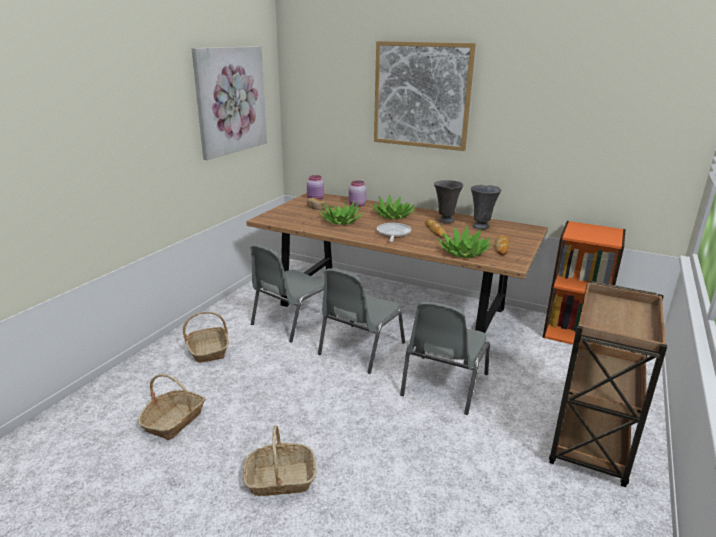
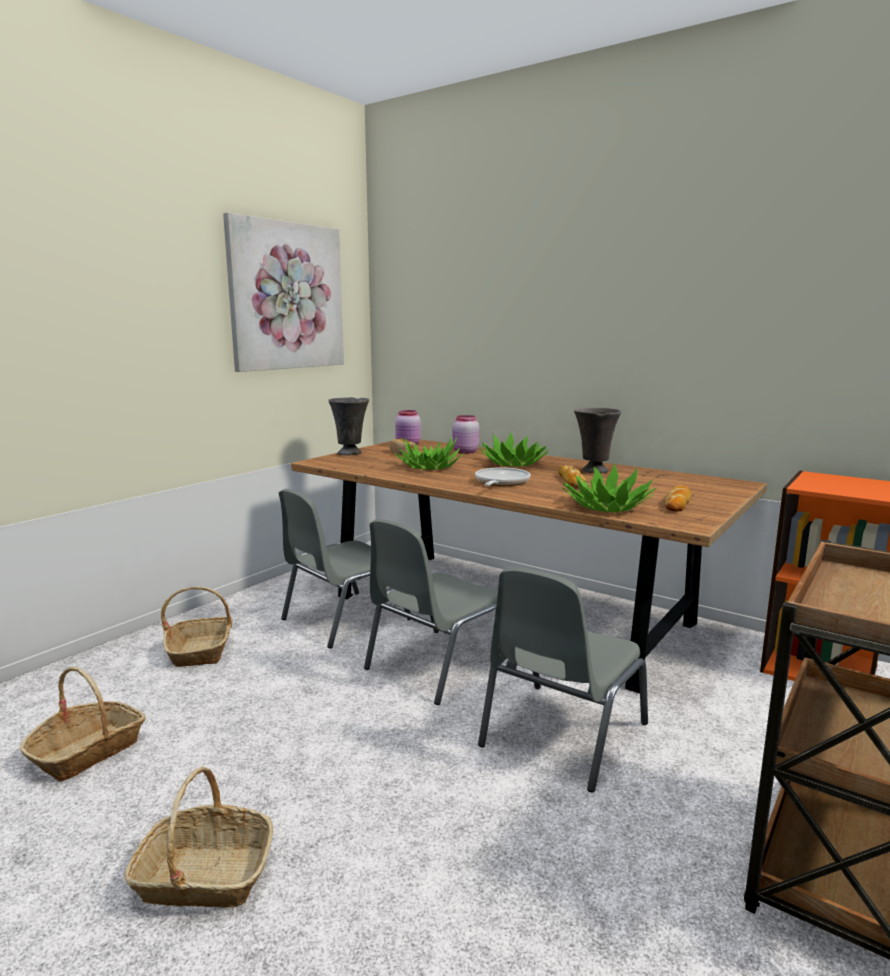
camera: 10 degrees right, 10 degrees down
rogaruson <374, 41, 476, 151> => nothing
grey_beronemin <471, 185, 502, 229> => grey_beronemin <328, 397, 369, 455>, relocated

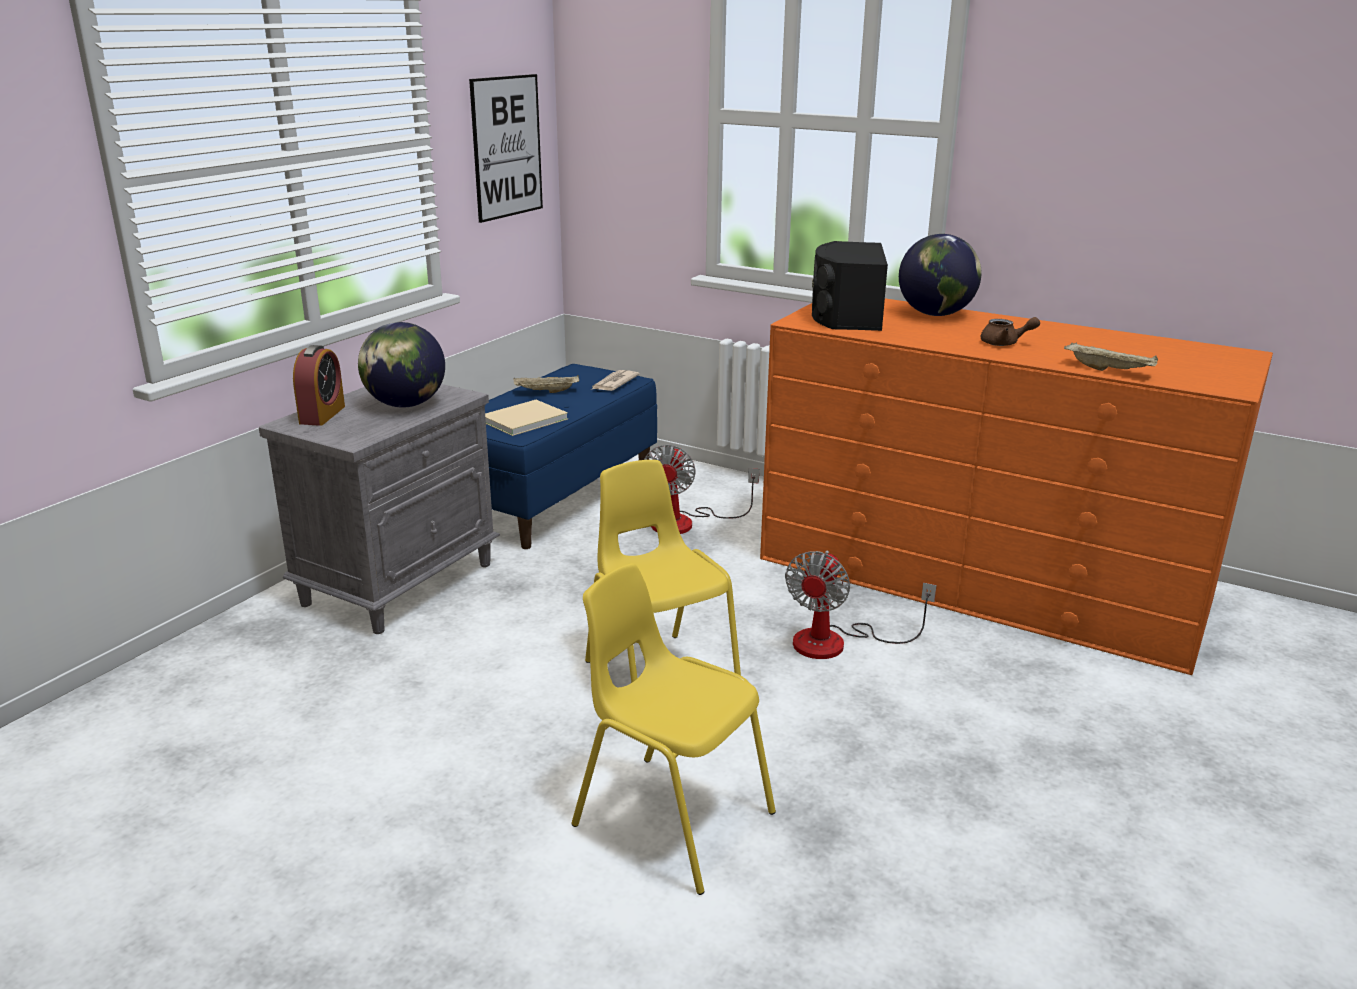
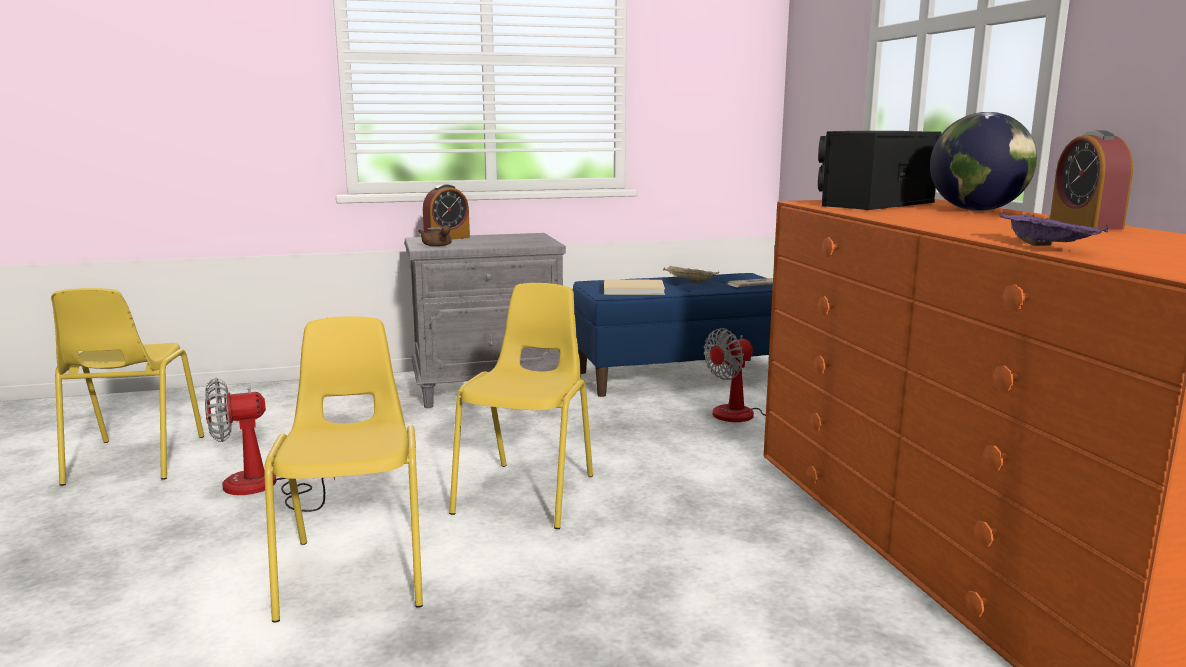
camera: 45 degrees right, 10 degrees down
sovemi <358, 322, 445, 408> => nothing
rogaruson <469, 74, 543, 223> => nothing
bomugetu <785, 551, 937, 659> => bomugetu <205, 378, 335, 512>, relocated
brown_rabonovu <981, 317, 1040, 346> => brown_rabonovu <418, 225, 452, 246>, relocated
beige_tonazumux <1064, 342, 1158, 371> => purple_tonazumux <1000, 212, 1108, 246>
nothing => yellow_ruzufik <51, 288, 204, 486>
nothing => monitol <1050, 130, 1133, 230>

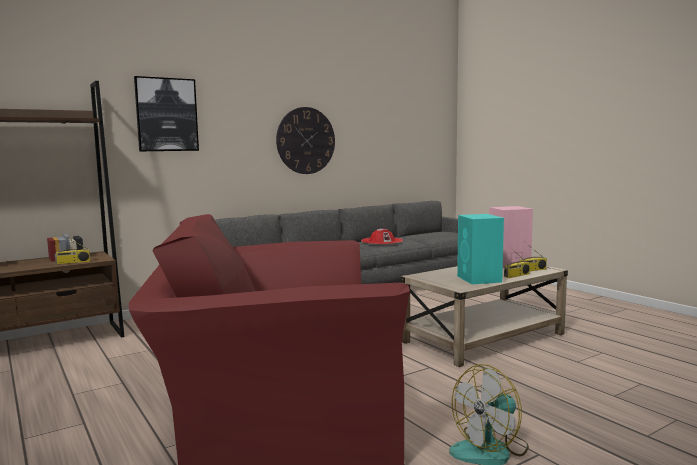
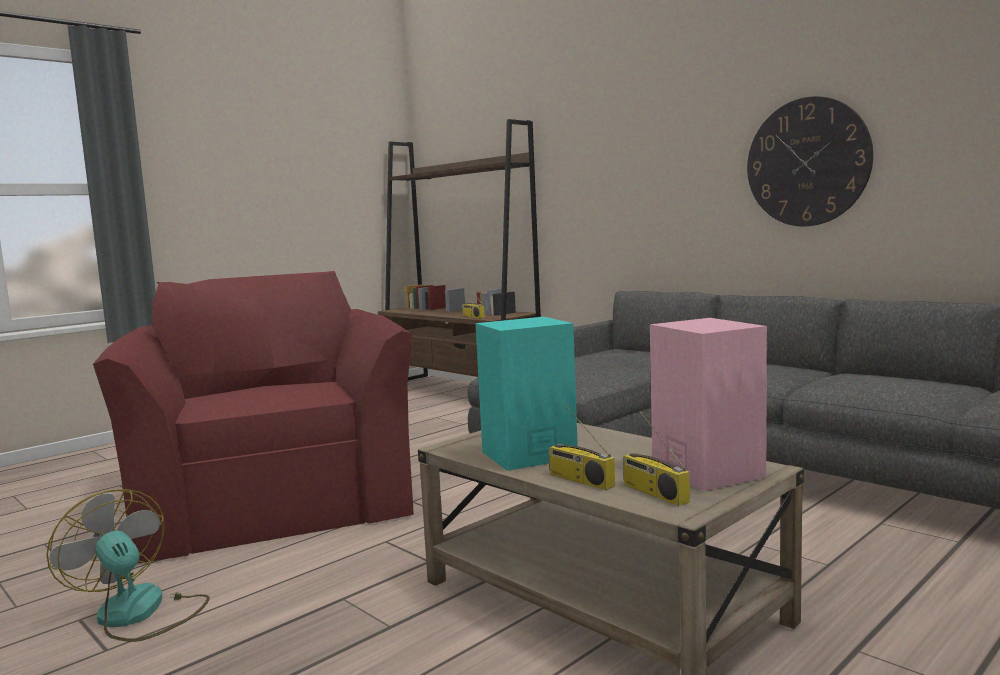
camera: 80 degrees right, 0 degrees up
rogaruson <134, 76, 199, 151> => nothing
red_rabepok <361, 229, 403, 245> => nothing

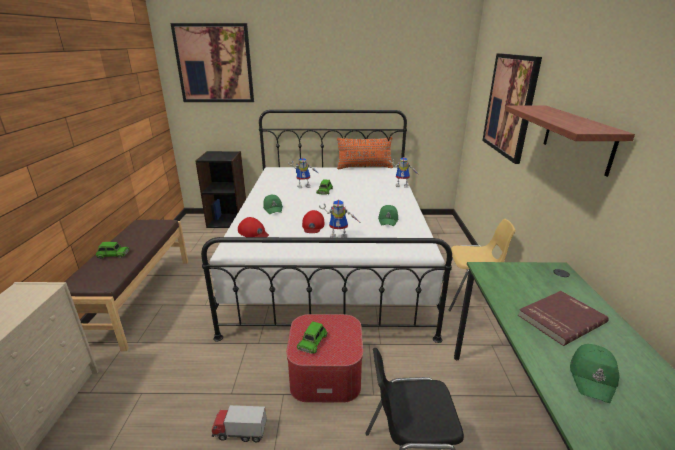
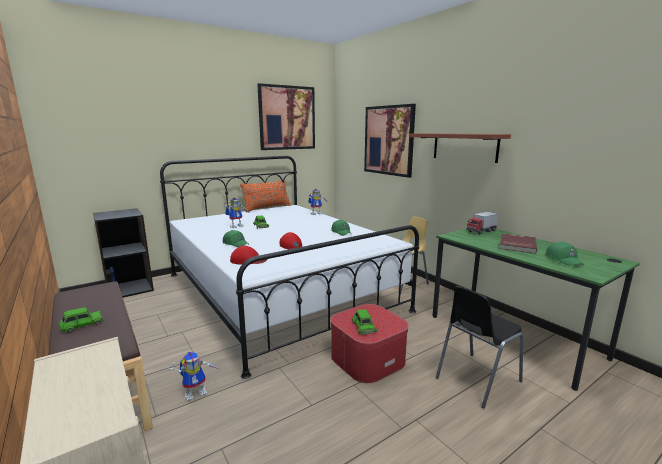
camera: 35 degrees left, 10 degrees down
rogaruson <171, 23, 254, 102> => rogaruson <257, 83, 315, 150>, relocated
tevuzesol <212, 405, 267, 442> => tevuzesol <466, 212, 499, 234>, relocated
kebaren <319, 200, 359, 238> => kebaren <167, 352, 219, 401>, relocated

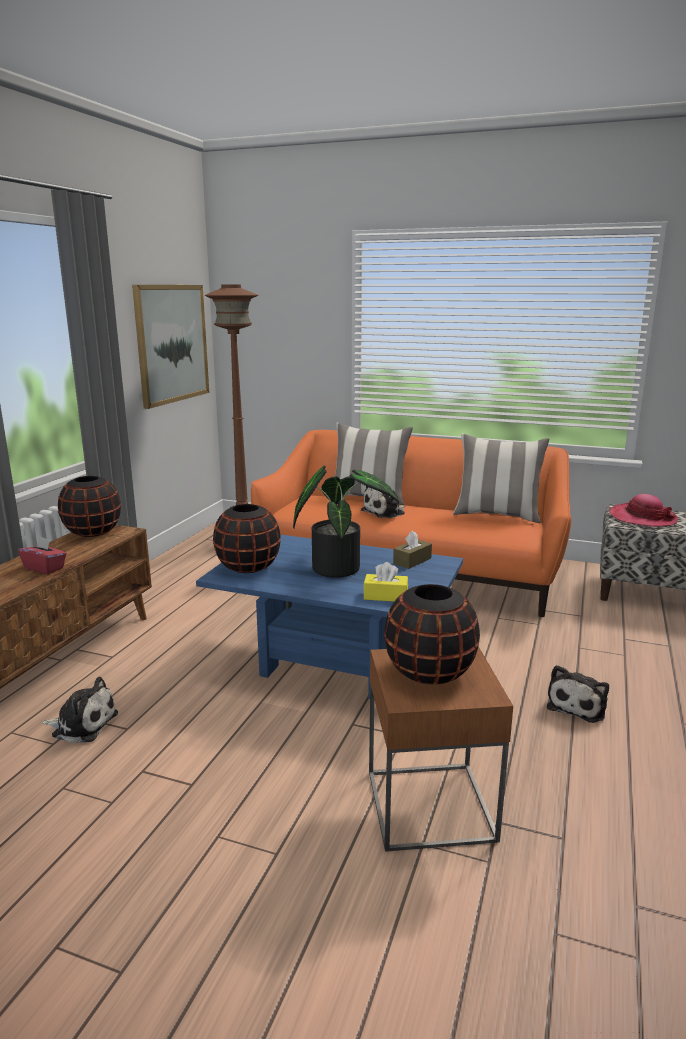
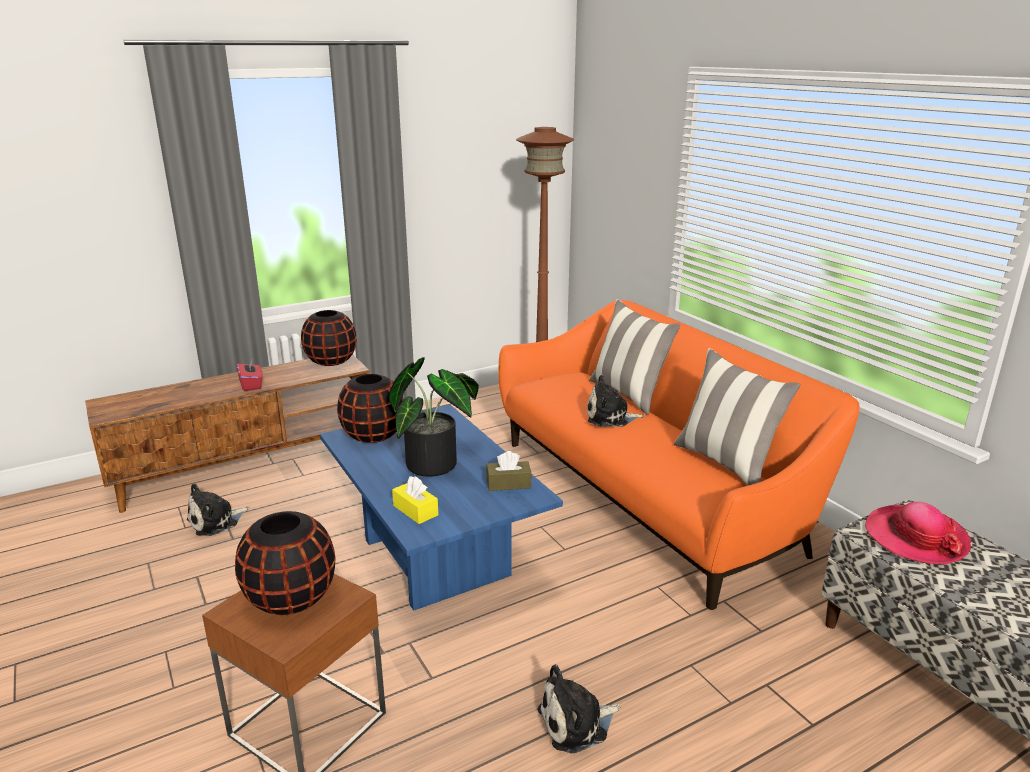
camera: 40 degrees right, 5 degrees up
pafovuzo <41, 677, 118, 743> => pafovuzo <187, 483, 249, 536>, 90 degrees clockwise
rogaruson <132, 285, 209, 409> => nothing

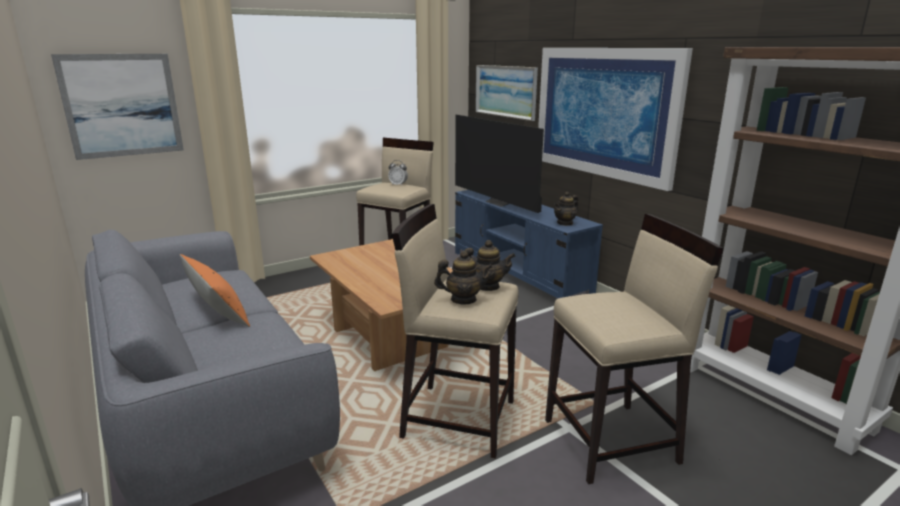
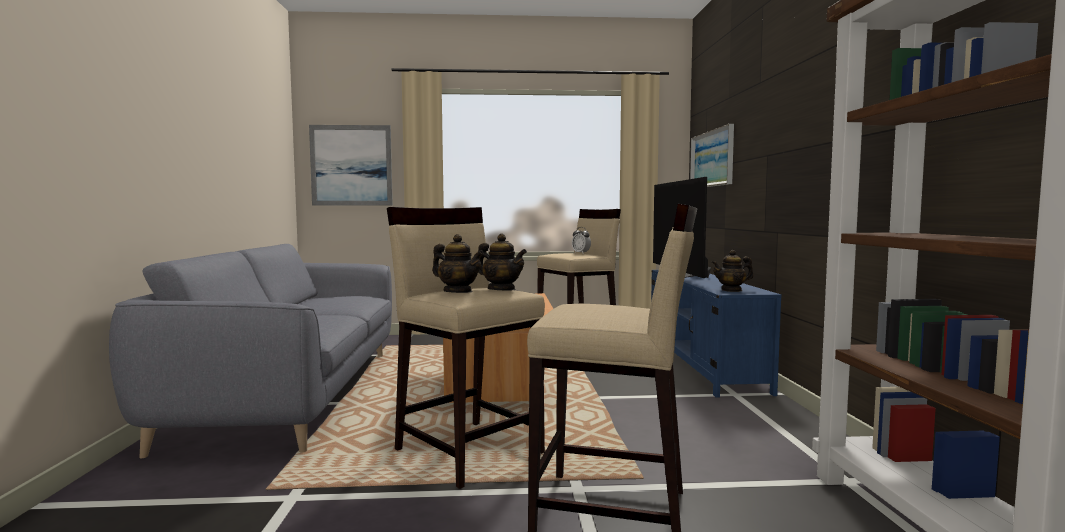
camera: 30 degrees right, 15 degrees down
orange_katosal <180, 254, 250, 327> => nothing
rogaruson <538, 48, 693, 191> => nothing

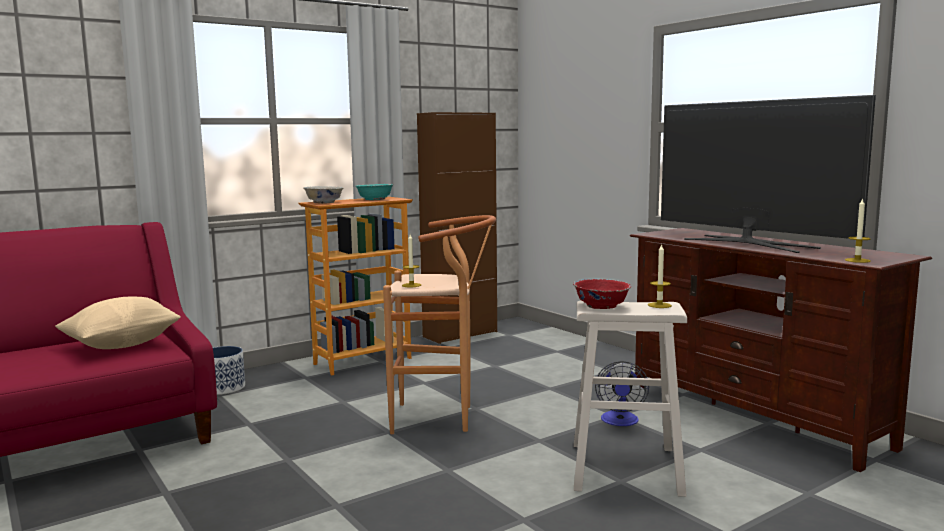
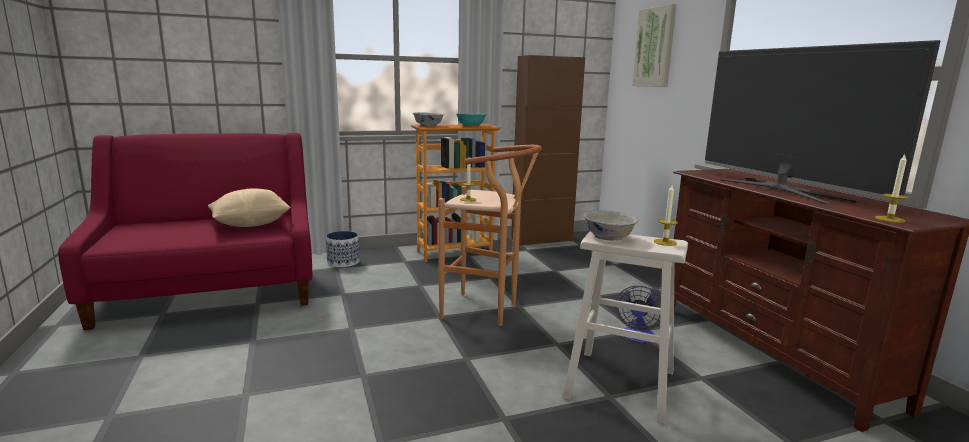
camera: 15 degrees right, 5 degrees up
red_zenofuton <573, 278, 631, 309> => white_zenofuton <584, 210, 638, 241>
nothing => rogaruson <632, 4, 677, 87>

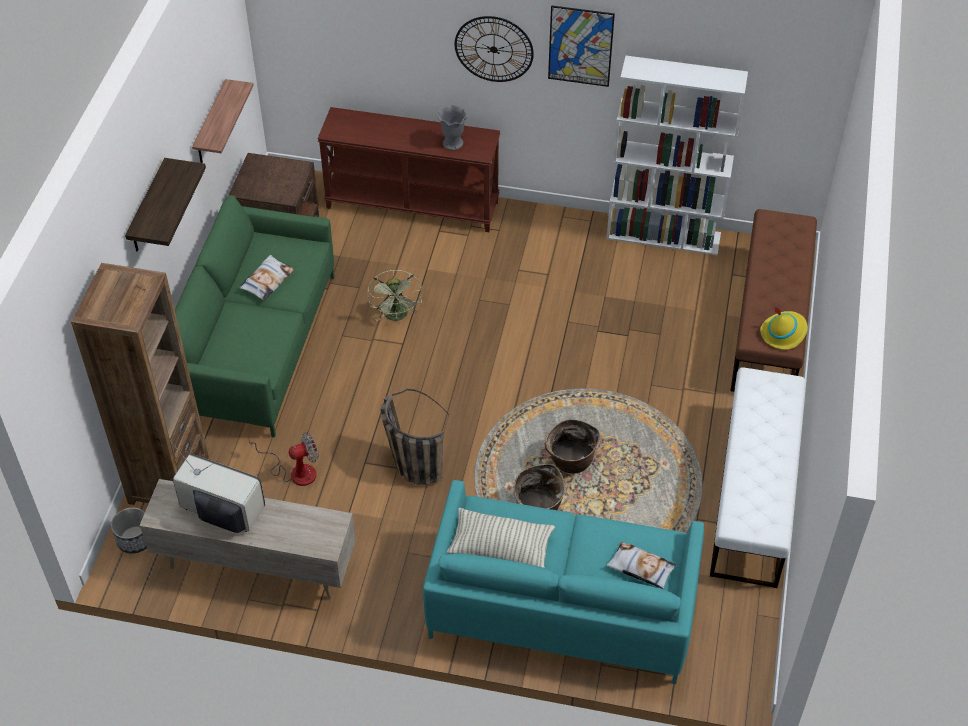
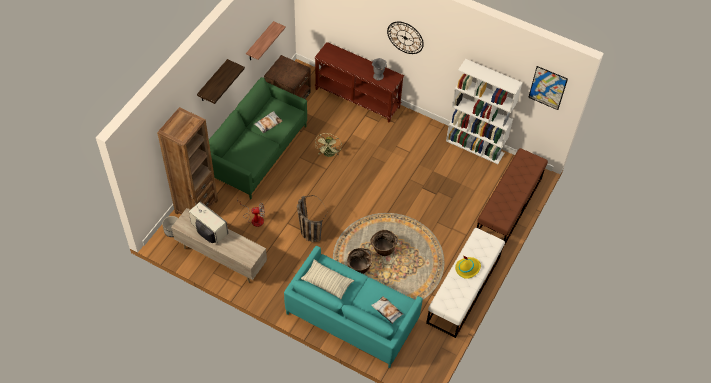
camera: 15 degrees right, 5 degrees up
rogaruson <548, 5, 615, 87> => rogaruson <528, 66, 568, 110>, relocated
yellow_rabepok <760, 307, 808, 350> => yellow_rabepok <455, 256, 481, 279>, relocated

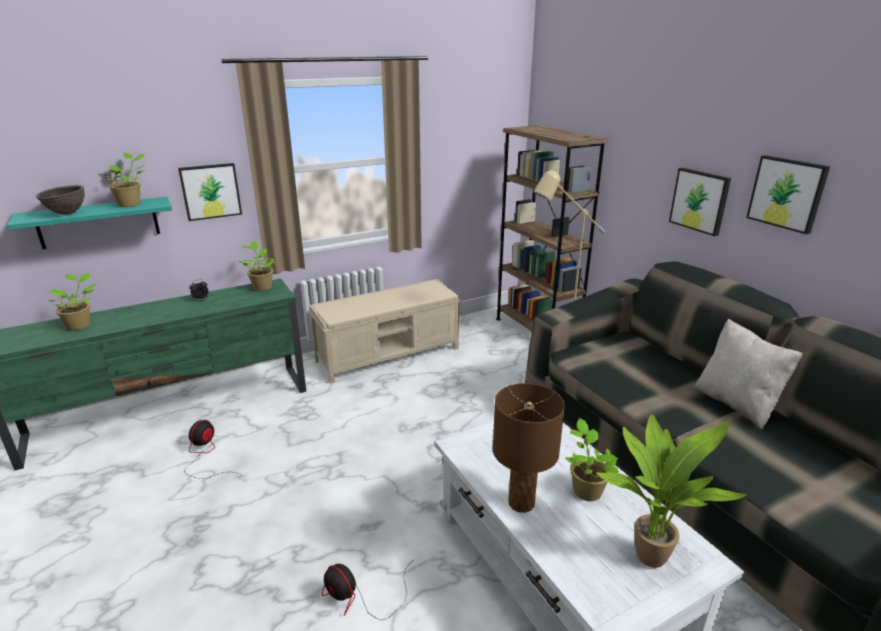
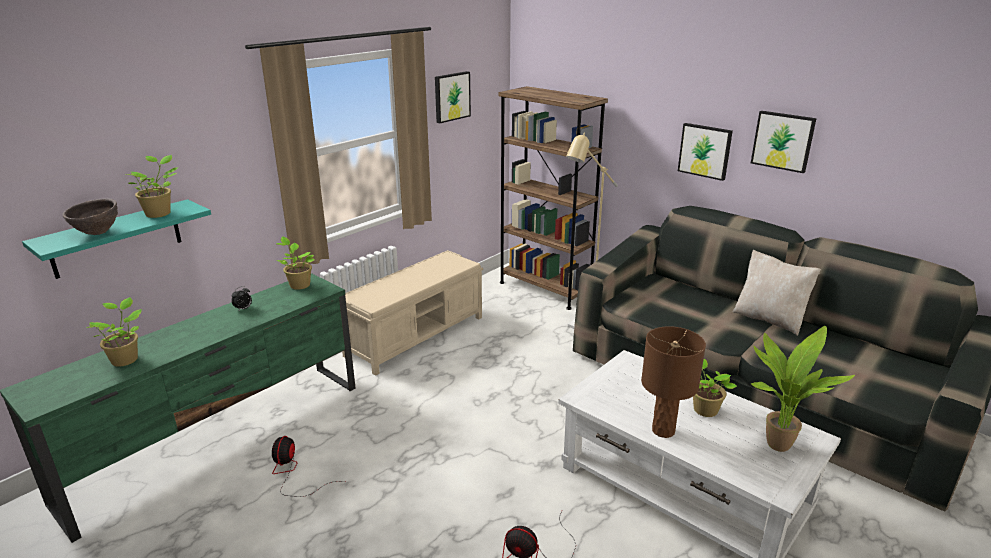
camera: 20 degrees left, 0 degrees up
rogaruson <178, 163, 242, 221> => rogaruson <435, 71, 471, 123>, relocated

